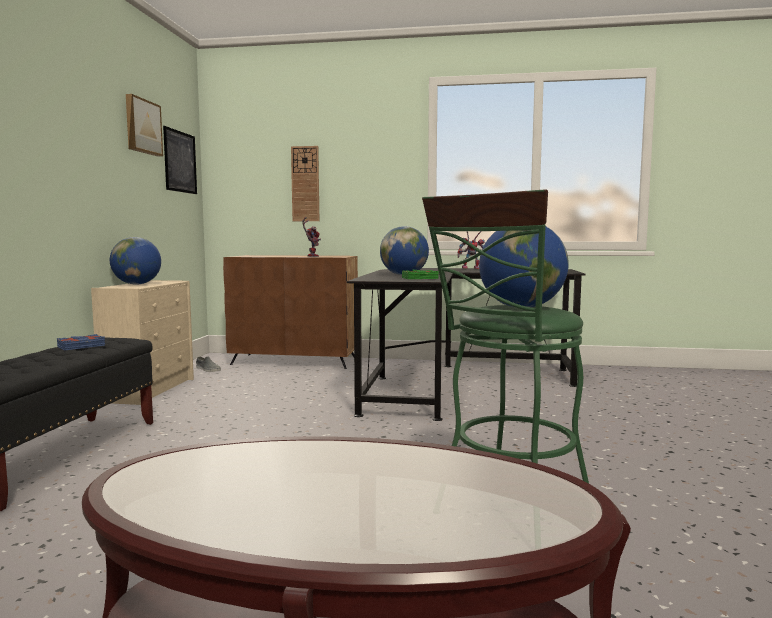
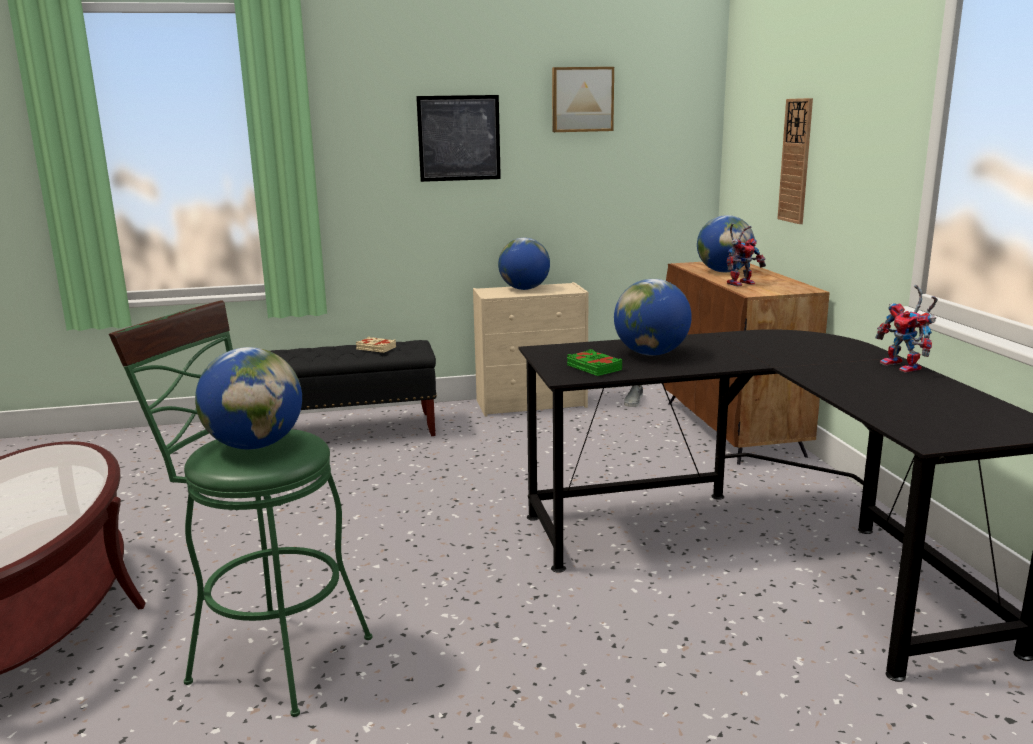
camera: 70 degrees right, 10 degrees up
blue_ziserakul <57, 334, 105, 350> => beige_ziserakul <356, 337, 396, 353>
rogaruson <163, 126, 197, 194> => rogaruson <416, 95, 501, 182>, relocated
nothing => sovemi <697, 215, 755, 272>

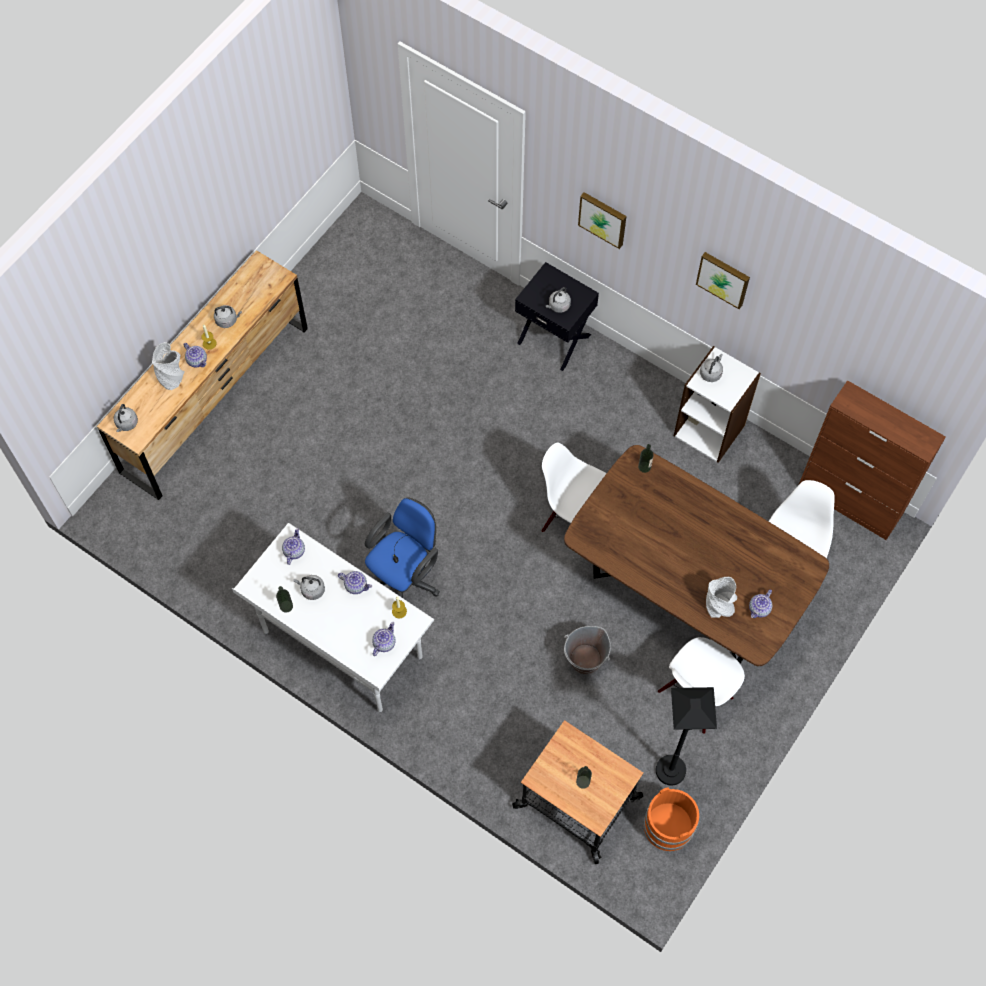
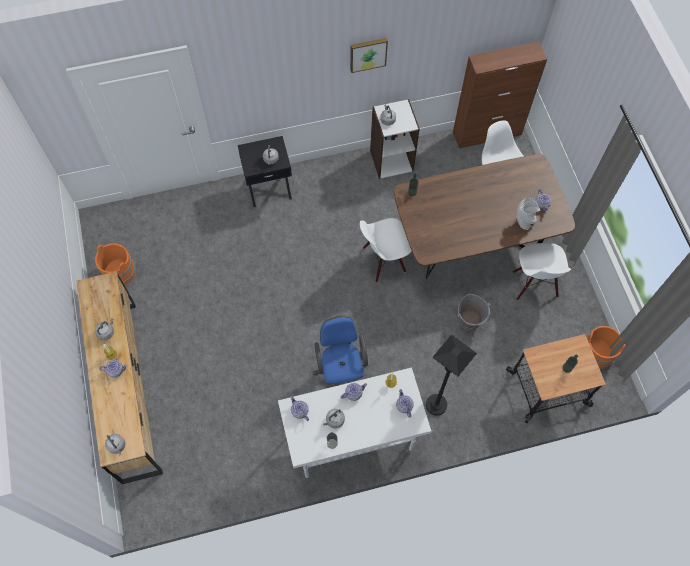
camera: 50 degrees left, 0 degrees up
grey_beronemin <152, 342, 185, 390> => nothing
rogaruson <578, 192, 626, 249> => nothing
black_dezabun <656, 687, 717, 786> => black_dezabun <426, 334, 477, 416>, relocated
nothing => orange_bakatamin <95, 243, 136, 286>

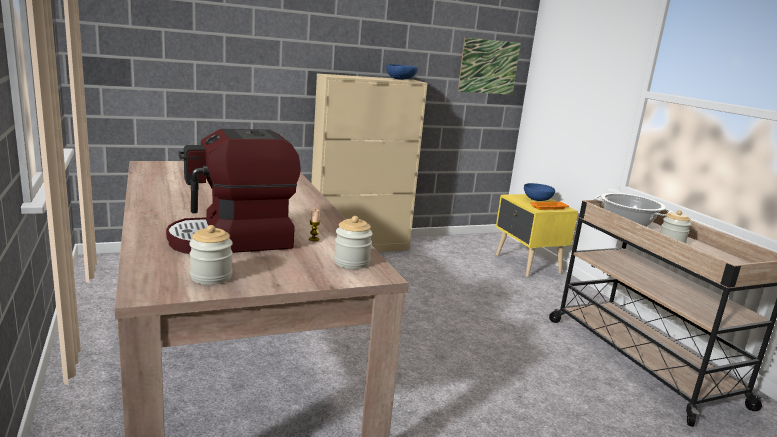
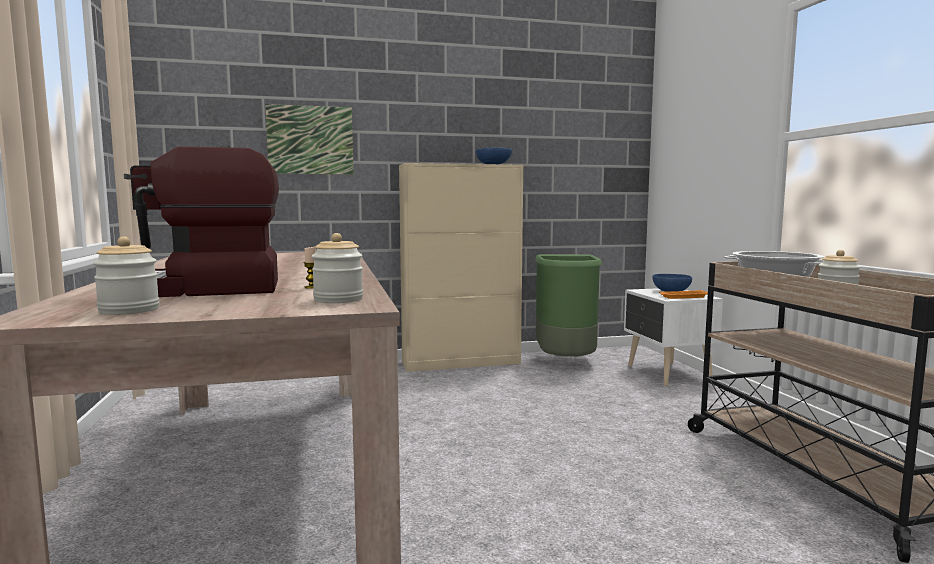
camera: 10 degrees right, 10 degrees down
rogaruson <458, 37, 521, 95> => rogaruson <265, 104, 354, 174>, relocated
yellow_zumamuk <496, 194, 578, 277> => white_zumamuk <624, 288, 723, 386>
nothing => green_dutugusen <535, 254, 602, 357>

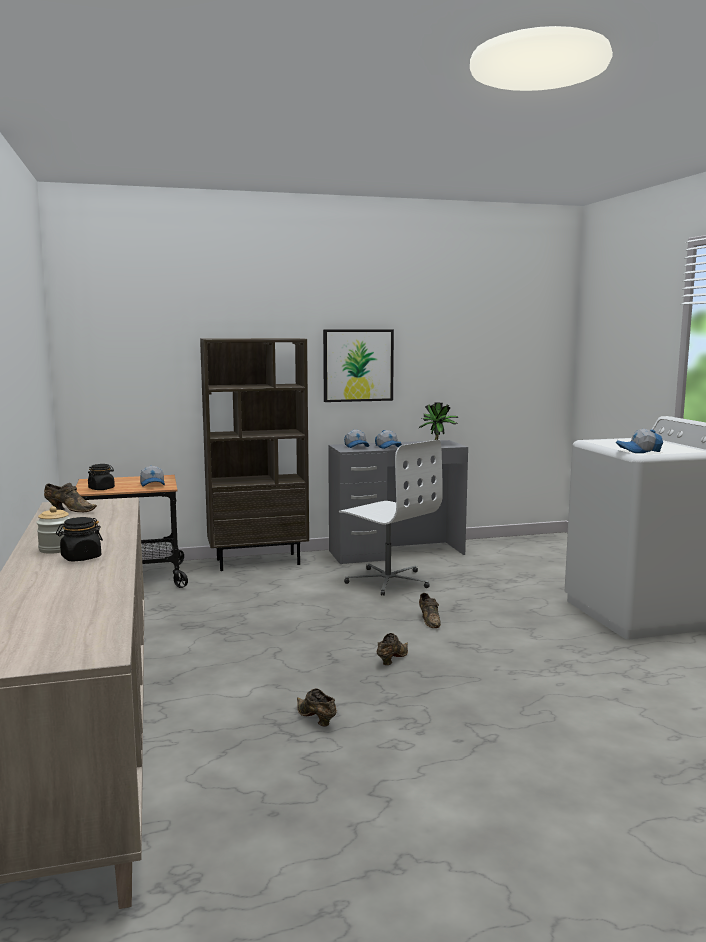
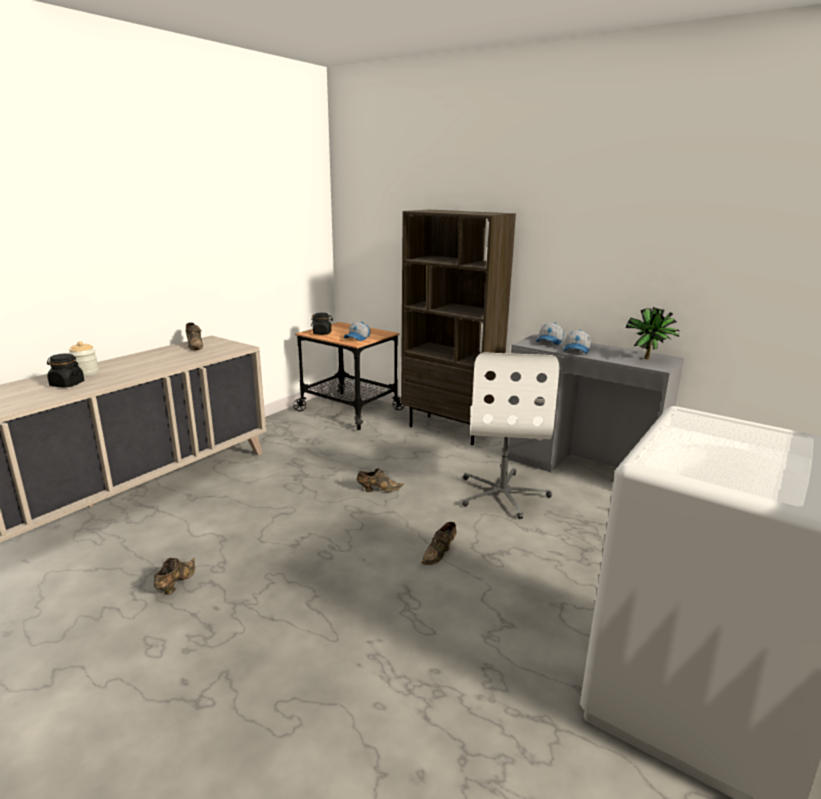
camera: 50 degrees right, 10 degrees up
rogaruson <323, 330, 394, 402> => nothing
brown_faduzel <377, 633, 408, 665> => brown_faduzel <357, 468, 403, 492>, relocated
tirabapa <616, 429, 663, 453> => nothing

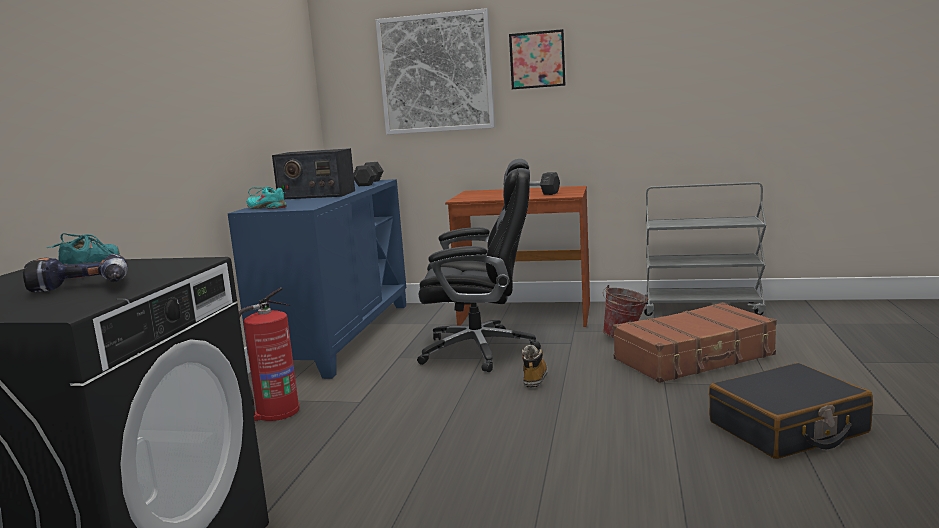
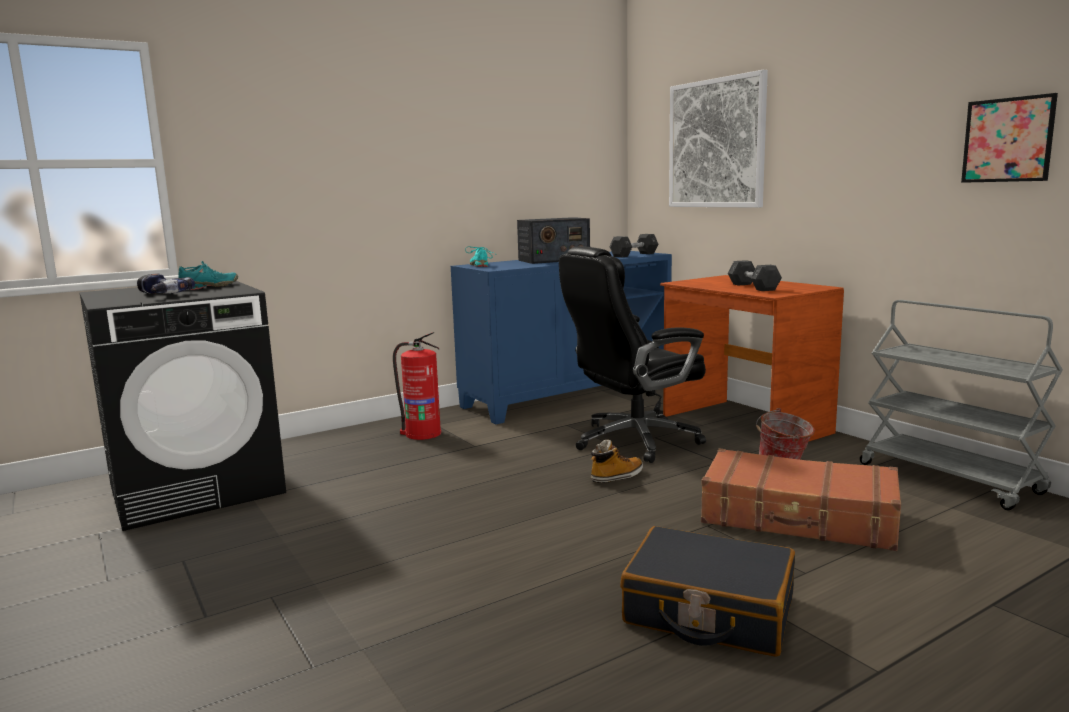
camera: 45 degrees right, 0 degrees up
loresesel <272, 148, 355, 199> => loresesel <517, 217, 590, 264>, 75 degrees counterclockwise
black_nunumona <417, 159, 541, 372> => black_nunumona <559, 246, 706, 463>, 105 degrees clockwise
rogaruson <509, 29, 566, 89> => rogaruson <961, 93, 1058, 183>, relocated

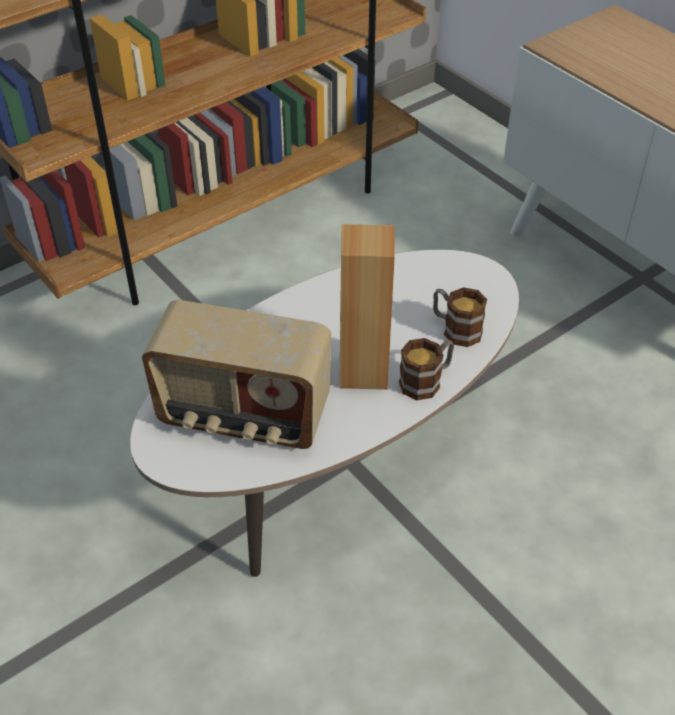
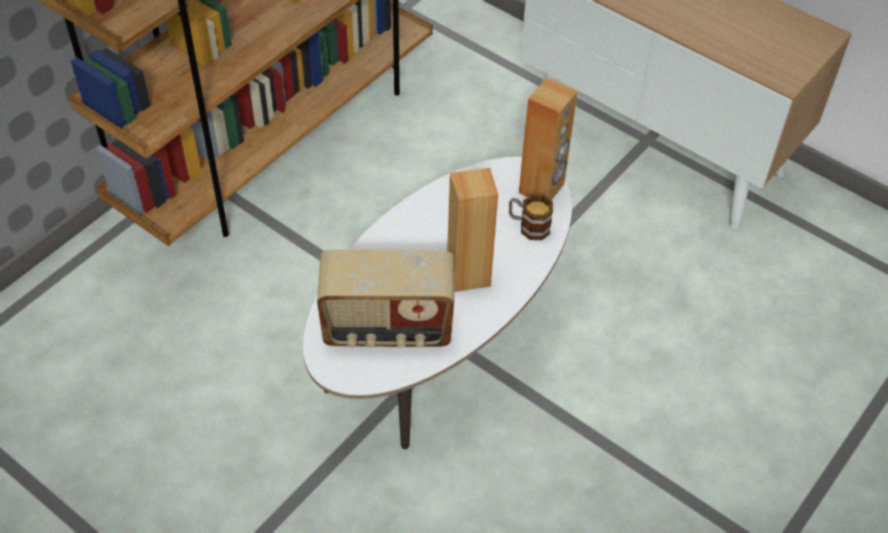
camera: 15 degrees left, 5 degrees up
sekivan <399, 338, 454, 400> => nothing
nothing => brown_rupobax <519, 78, 578, 200>

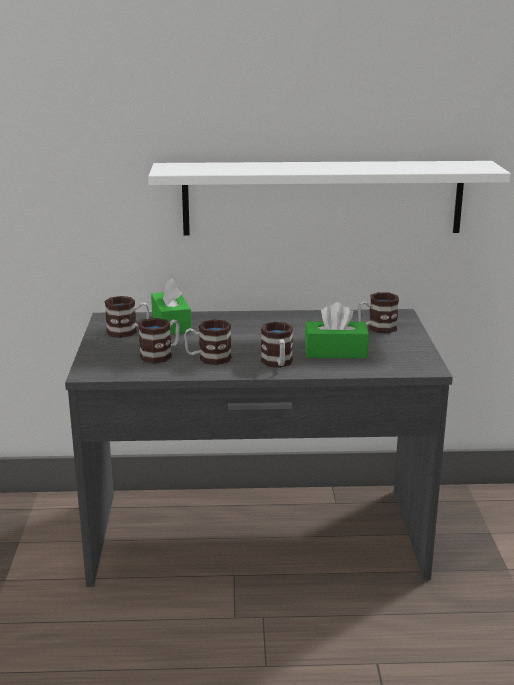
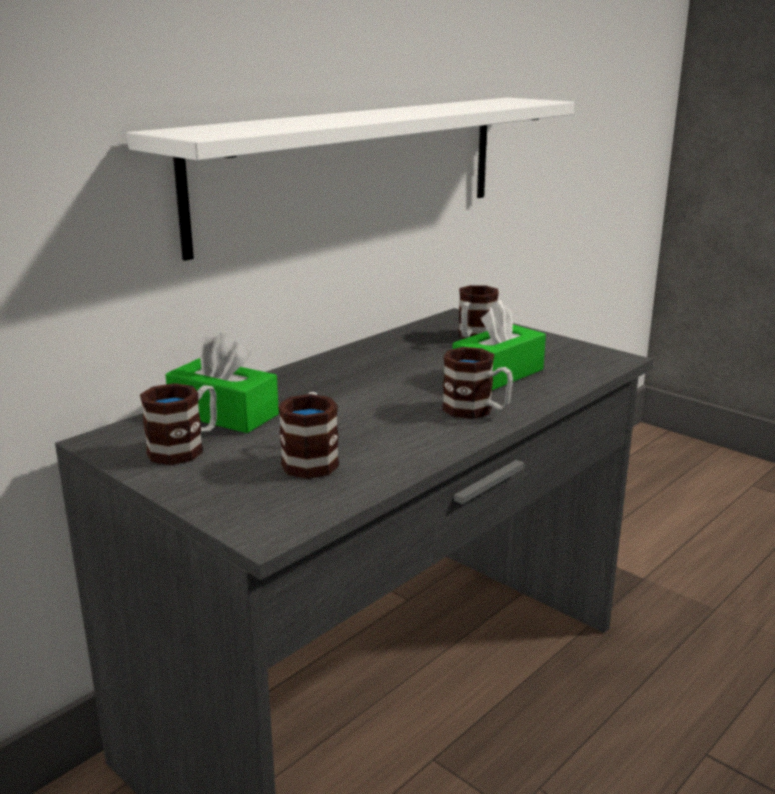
camera: 45 degrees left, 0 degrees up
sekivan <184, 319, 232, 365> => nothing

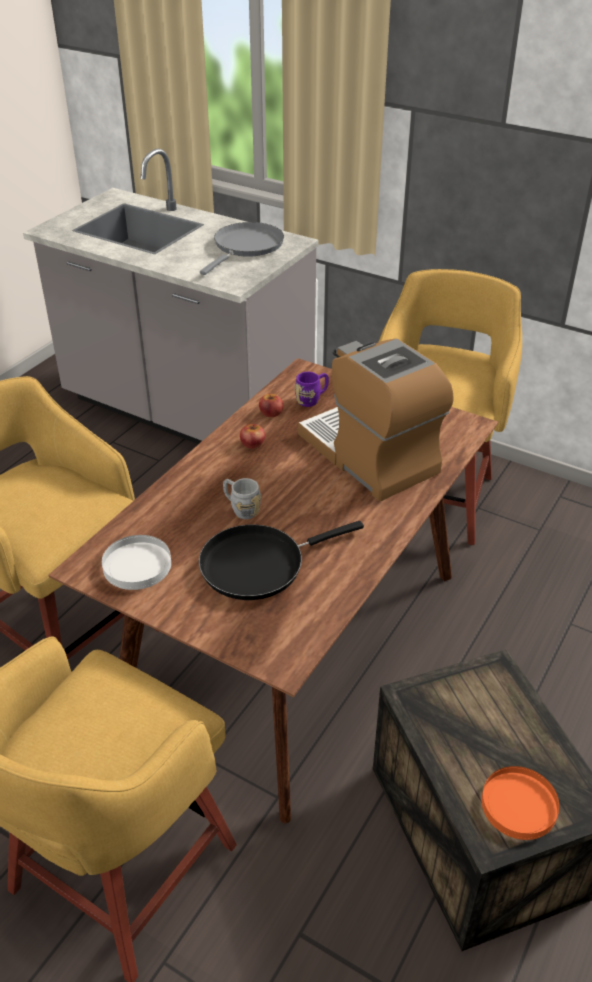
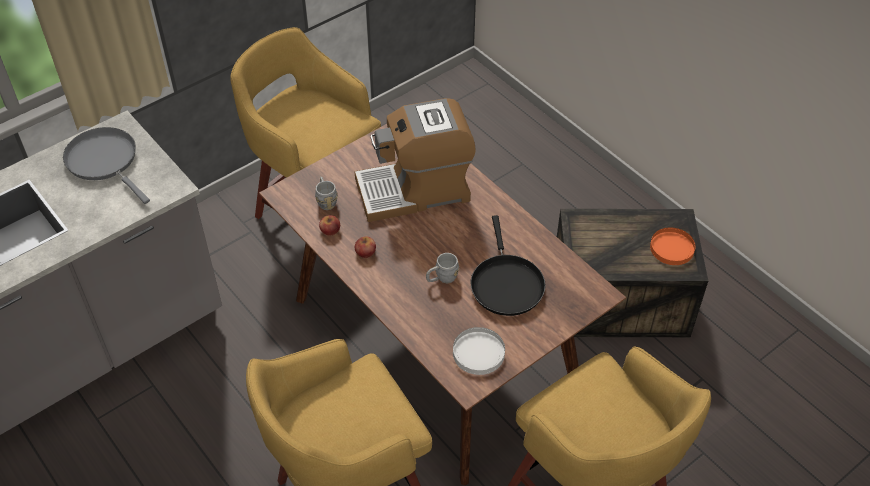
camera: 70 degrees left, 10 degrees up
purple_sekivan <295, 372, 329, 407> => grey_sekivan <315, 177, 338, 210>

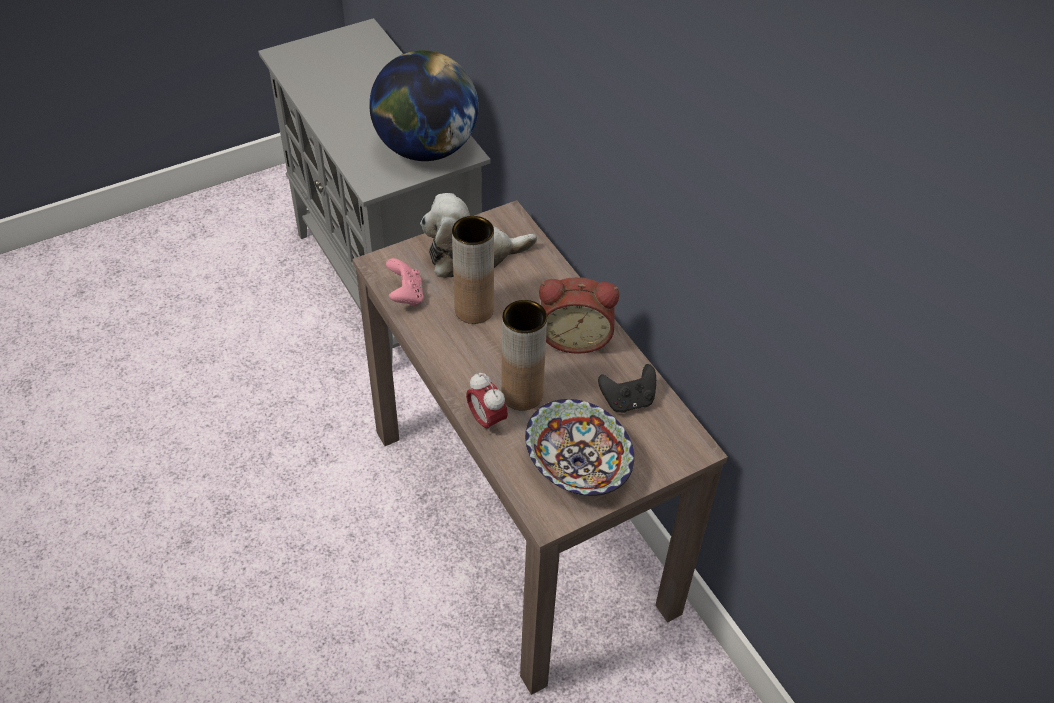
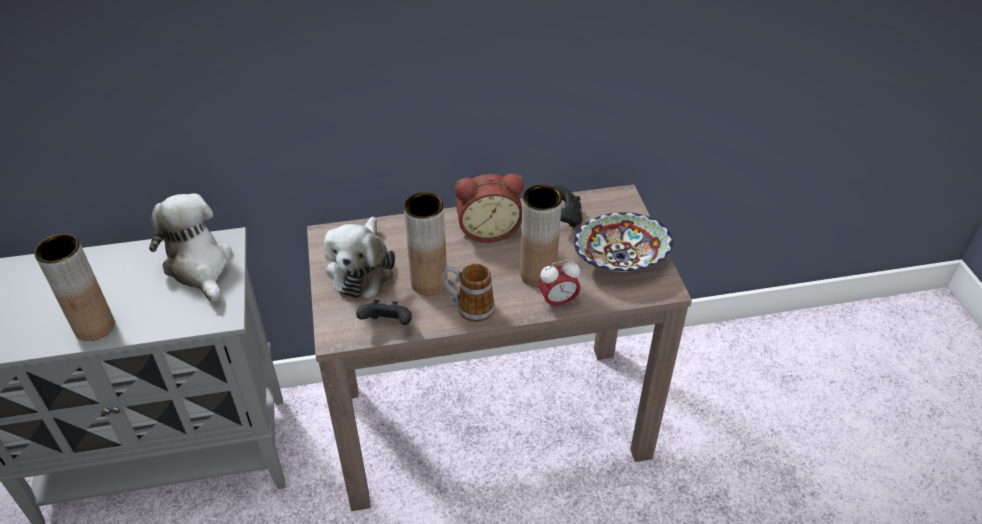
camera: 70 degrees left, 5 degrees down
sovemi <369, 50, 478, 161> => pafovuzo <149, 193, 232, 303>
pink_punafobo <386, 258, 424, 307> => black_punafobo <356, 300, 412, 325>
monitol <539, 277, 619, 354> => monitol <455, 174, 524, 243>, 60 degrees clockwise
nothing => brown_beronemin <34, 234, 115, 341>
nothing => sekivan <441, 264, 495, 322>

